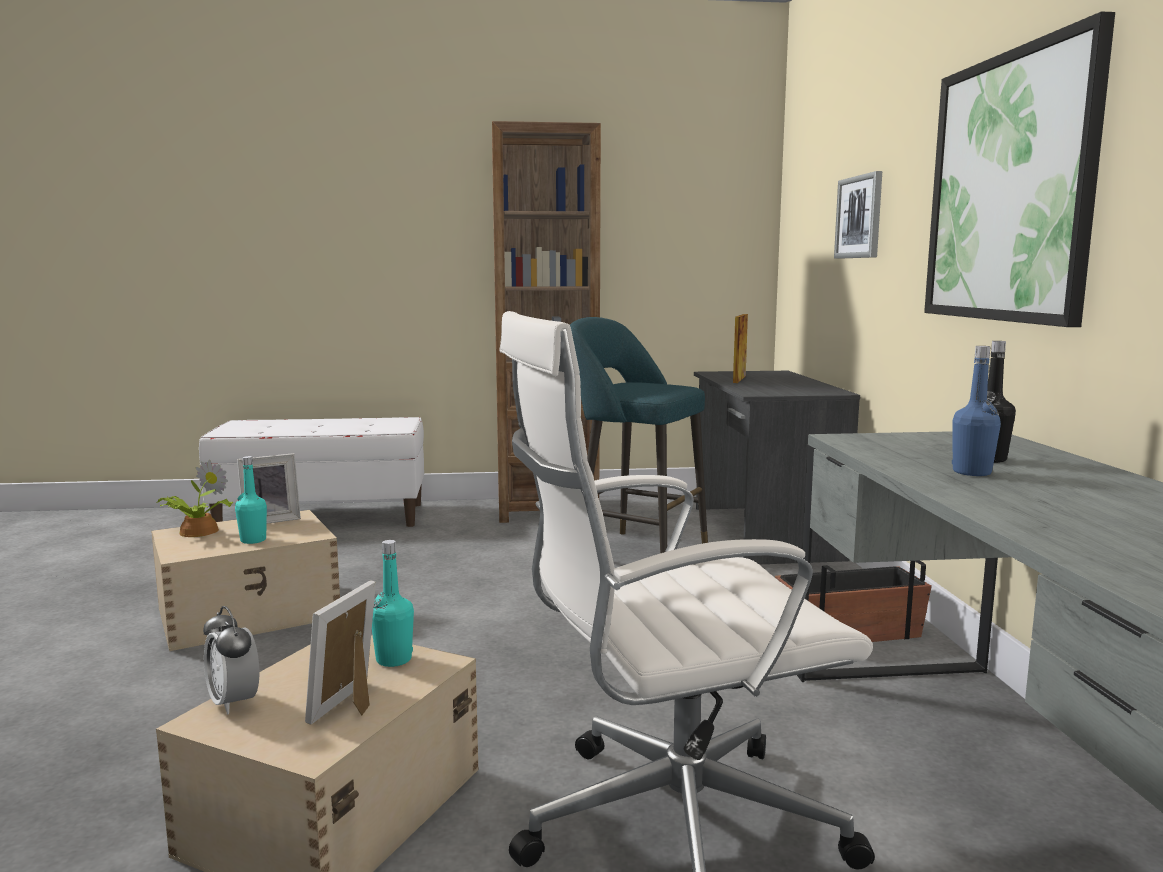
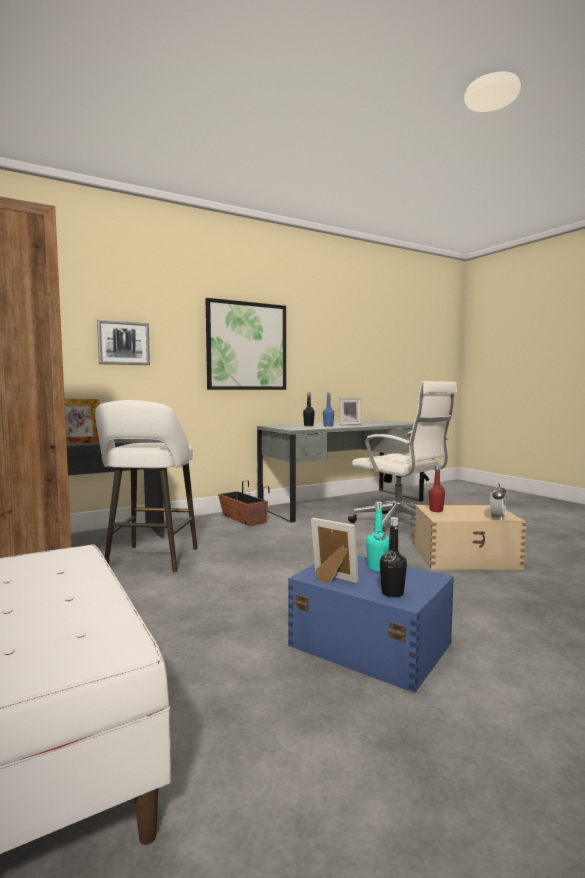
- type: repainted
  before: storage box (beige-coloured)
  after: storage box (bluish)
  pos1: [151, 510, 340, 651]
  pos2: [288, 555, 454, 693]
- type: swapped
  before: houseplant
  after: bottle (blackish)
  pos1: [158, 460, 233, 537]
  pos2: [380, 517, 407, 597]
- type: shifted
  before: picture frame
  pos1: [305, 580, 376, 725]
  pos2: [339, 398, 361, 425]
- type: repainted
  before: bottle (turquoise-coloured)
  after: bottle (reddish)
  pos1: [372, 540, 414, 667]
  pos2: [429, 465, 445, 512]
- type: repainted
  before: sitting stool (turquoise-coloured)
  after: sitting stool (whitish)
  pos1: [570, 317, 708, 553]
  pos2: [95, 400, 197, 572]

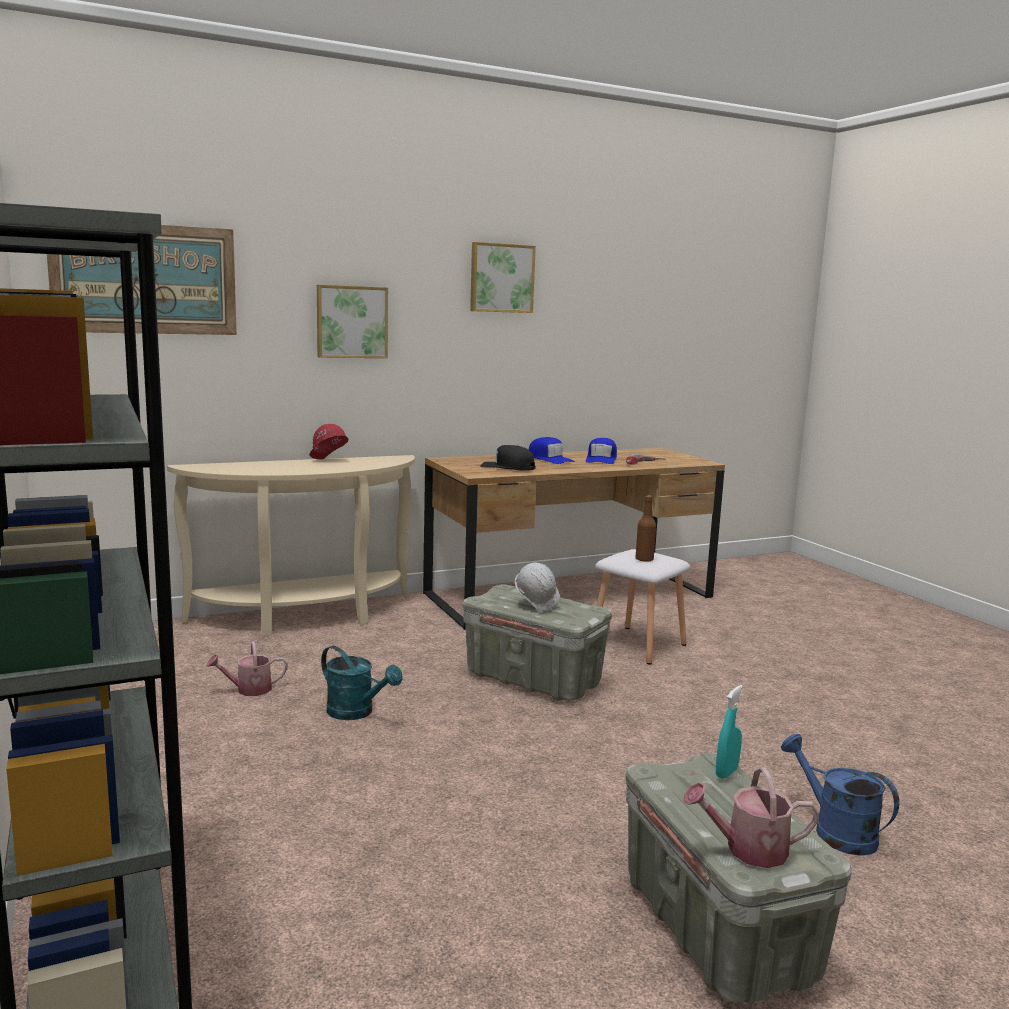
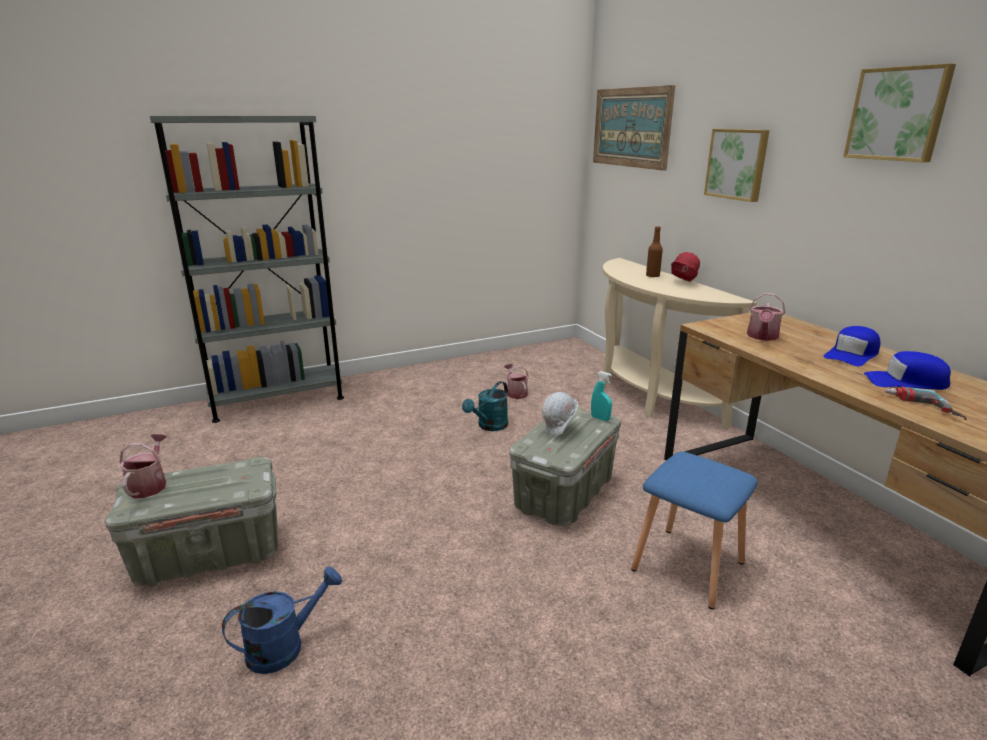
- type: swapped
  before: peaked cap (blackish)
  after: watering pot
  pos1: [480, 445, 535, 471]
  pos2: [747, 293, 785, 341]
- type: repainted
  before: sitting stool (whitish)
  after: sitting stool (bluish)
  pos1: [595, 549, 690, 665]
  pos2: [631, 452, 758, 609]
- type: shifted
  before: bottle (brown-coloured)
  pos1: [635, 495, 656, 562]
  pos2: [646, 226, 663, 277]
- type: shifted
  before: spray bottle (turquoise-coloured)
  pos1: [716, 685, 743, 779]
  pos2: [591, 371, 612, 421]

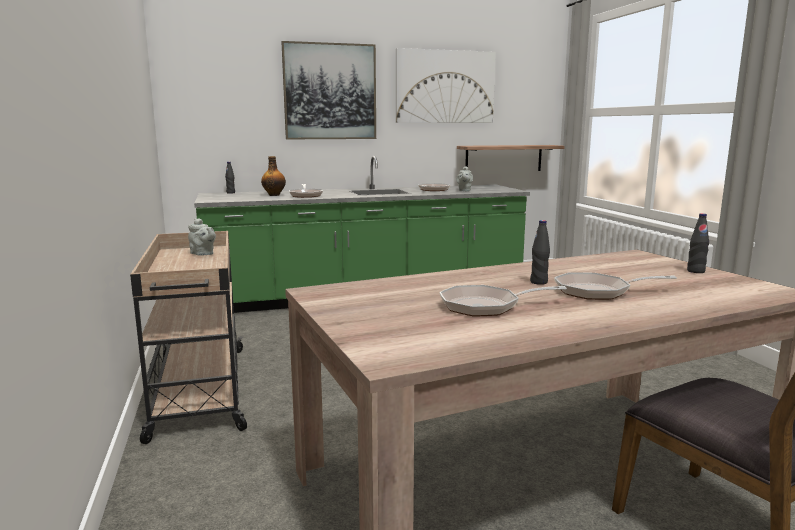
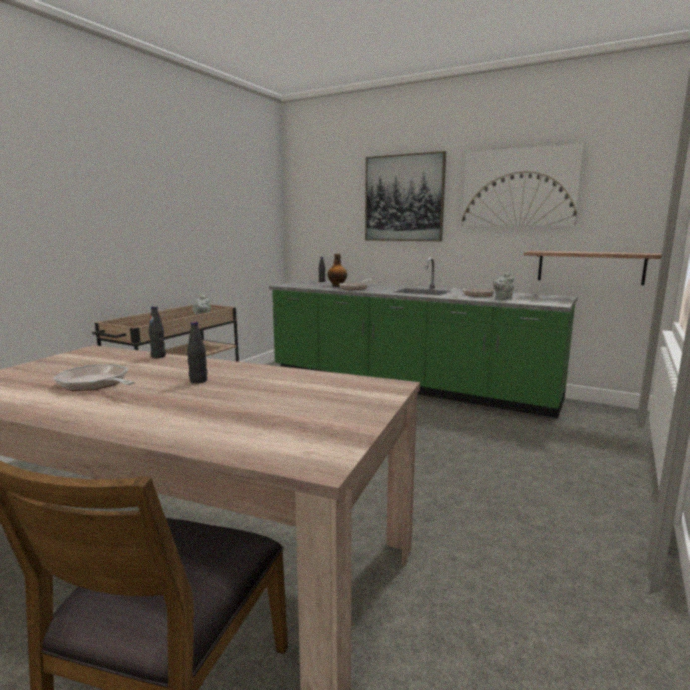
- type: gone
  before: skillet
  pos1: [554, 273, 677, 300]
- type: shifted
  before: bottle (blackish)
  pos1: [687, 213, 709, 273]
  pos2: [148, 306, 166, 358]

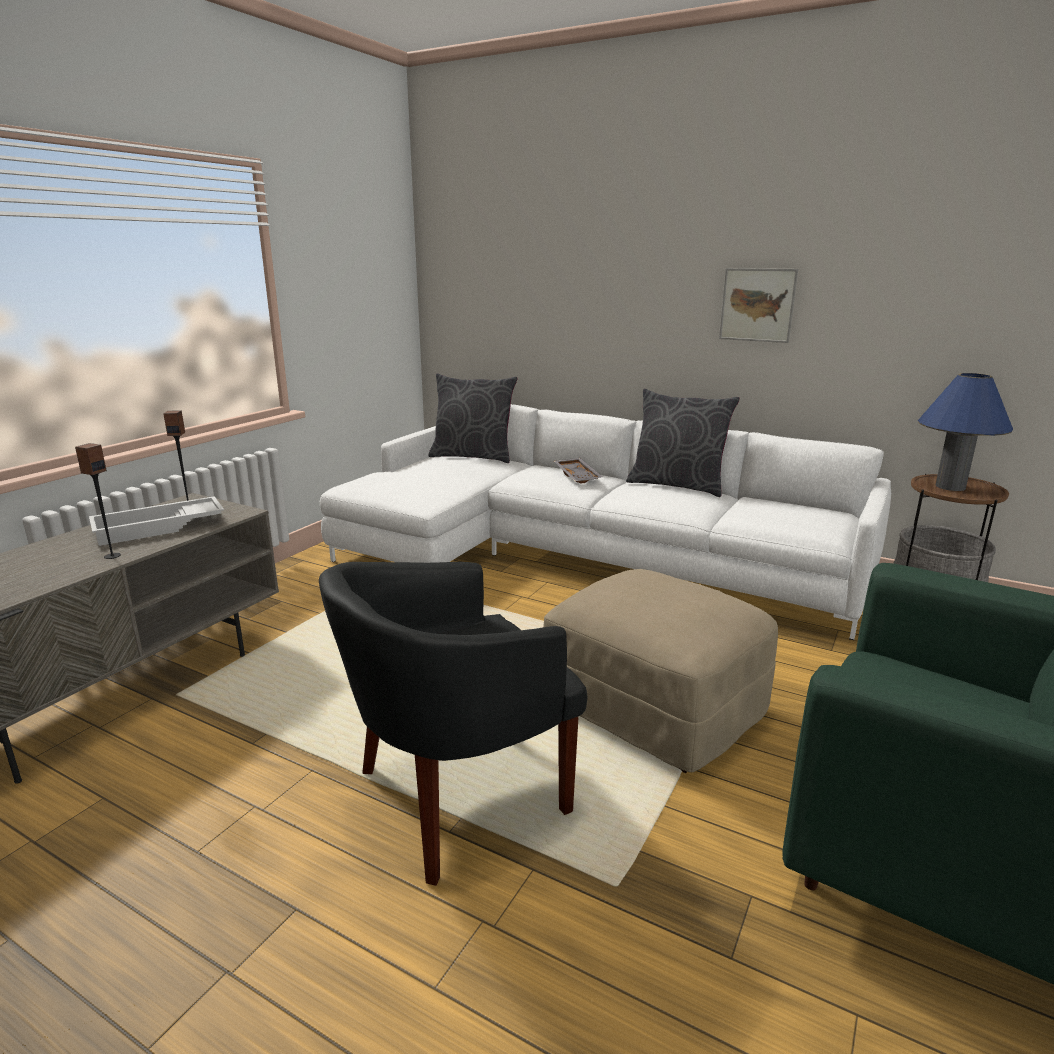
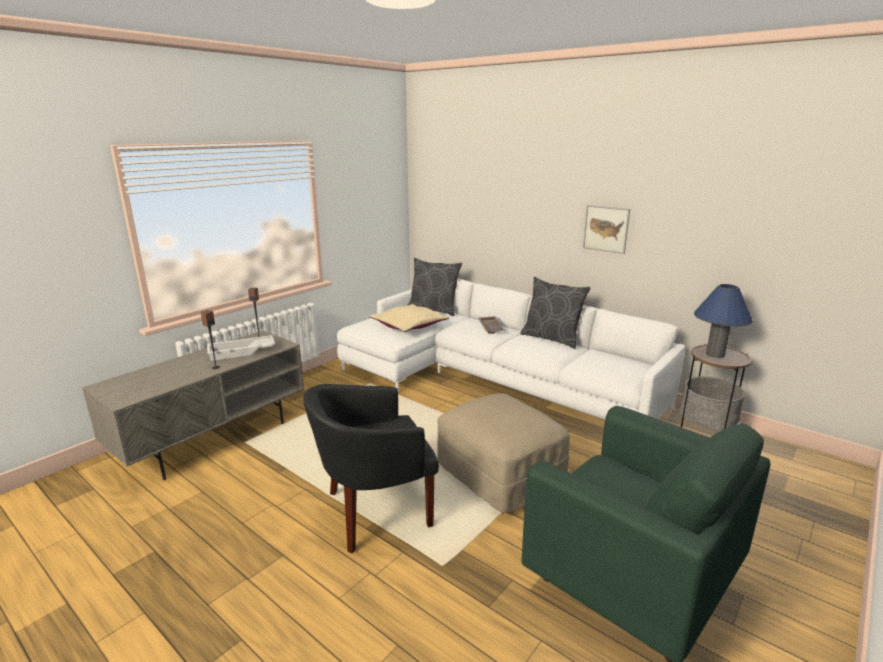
- type: new
  after: cushion (beige-coloured)
  pos2: [369, 304, 449, 332]

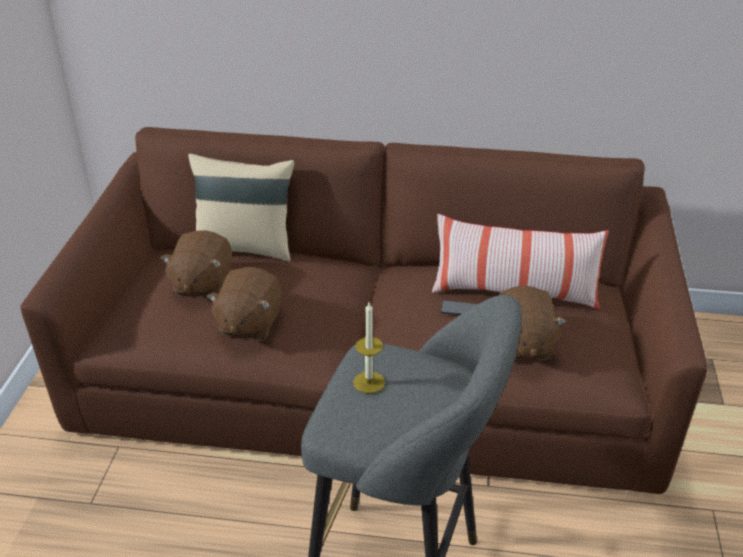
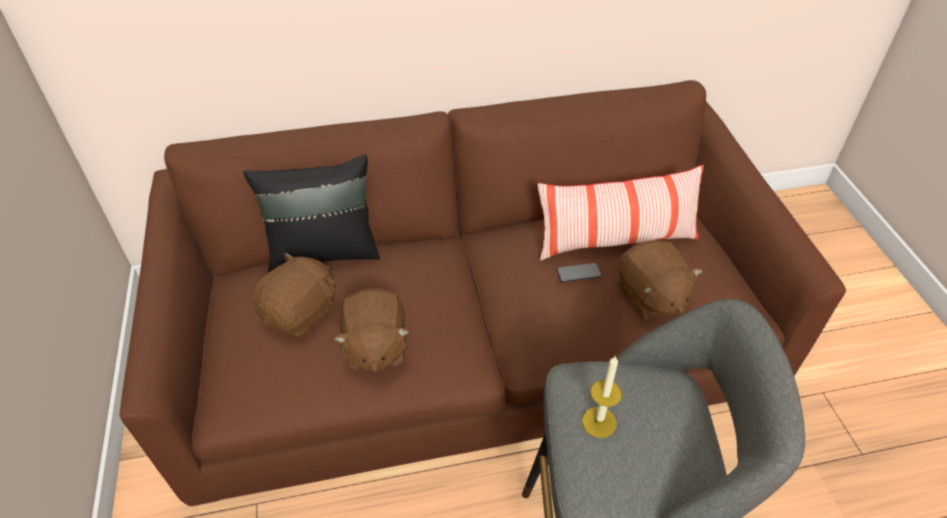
- type: rotated
  before: soft toy (brown-coloured)
  pos1: [161, 230, 232, 299]
  pos2: [252, 252, 336, 337]
  turn: -135
- type: repainted
  before: cushion (beige-coloured)
  after: cushion (blackish)
  pos1: [188, 153, 294, 262]
  pos2: [243, 155, 380, 273]

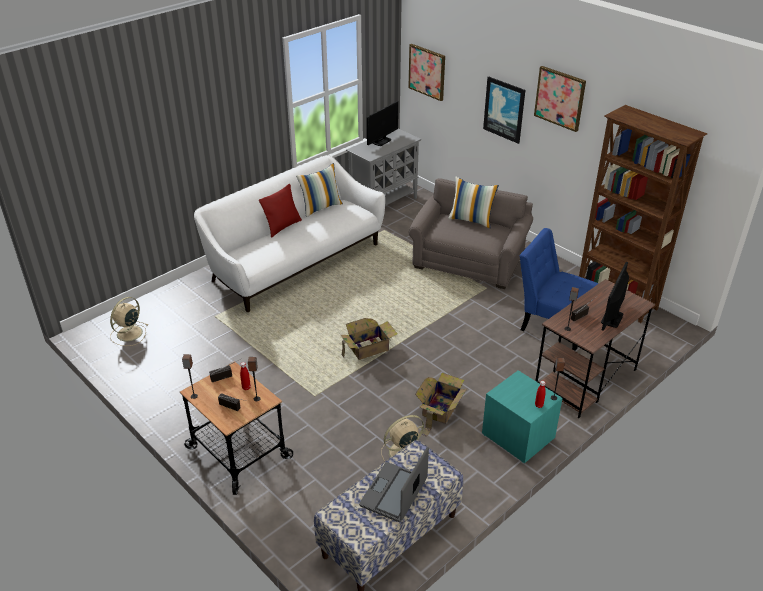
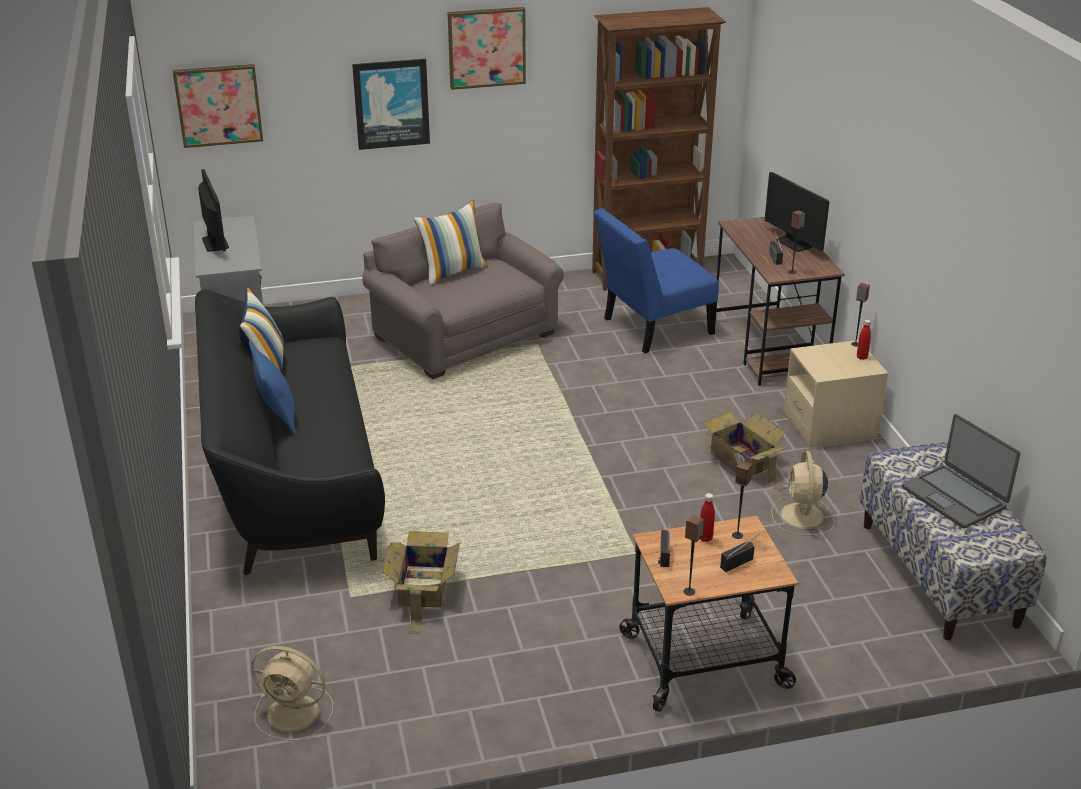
- type: rotated
  before: electric fan (beige-coloured)
  pos1: [110, 297, 148, 346]
  pos2: [251, 646, 333, 741]
  turn: -45
- type: repainted
  before: settee (whitish)
  after: settee (blackish)
  pos1: [194, 155, 385, 312]
  pos2: [195, 289, 385, 575]
- type: repainted
  before: cushion (reddish)
  after: cushion (bluish)
  pos1: [259, 184, 302, 238]
  pos2: [249, 340, 297, 436]
- type: shifted
  before: packing box
  pos1: [341, 318, 398, 360]
  pos2: [381, 531, 460, 634]
- type: repainted
  before: bedside table (turquoise-coloured)
  after: bedside table (beige-coloured)
  pos1: [482, 370, 563, 463]
  pos2: [784, 340, 888, 447]

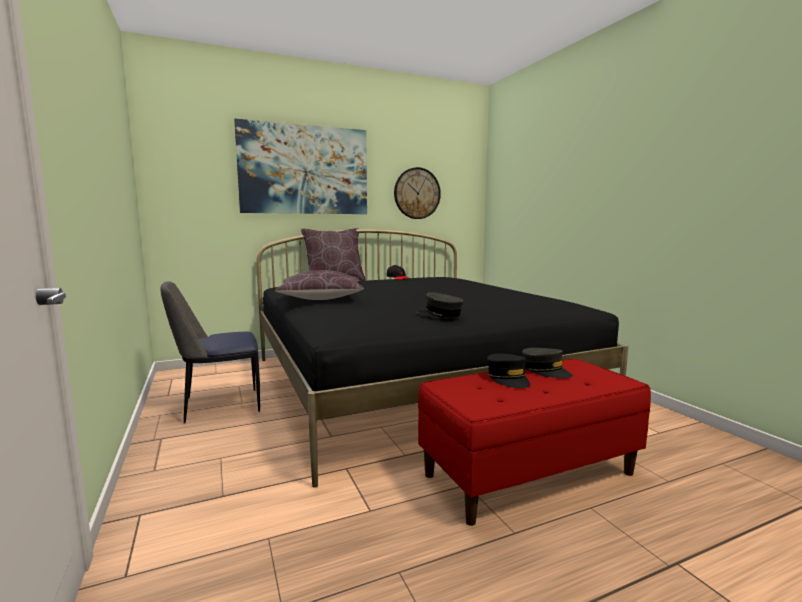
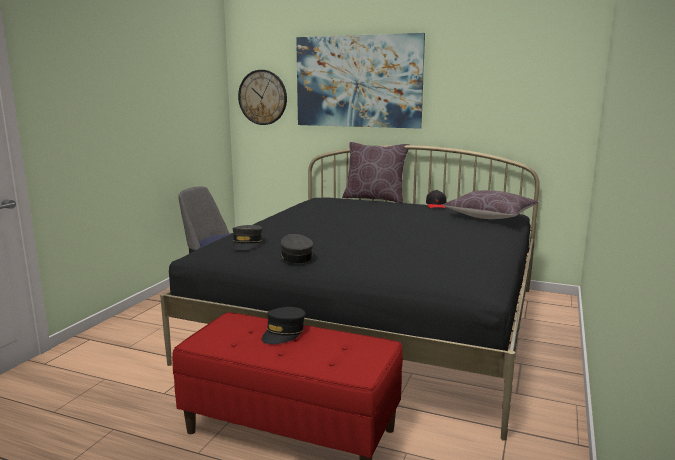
- type: shifted
  before: cushion (brown-coloured)
  pos1: [275, 270, 364, 300]
  pos2: [443, 190, 539, 219]
- type: shifted
  before: wall clock
  pos1: [394, 167, 441, 219]
  pos2: [238, 70, 287, 125]
- type: shifted
  before: peaked cap (greyish)
  pos1: [522, 348, 573, 378]
  pos2: [232, 225, 262, 250]

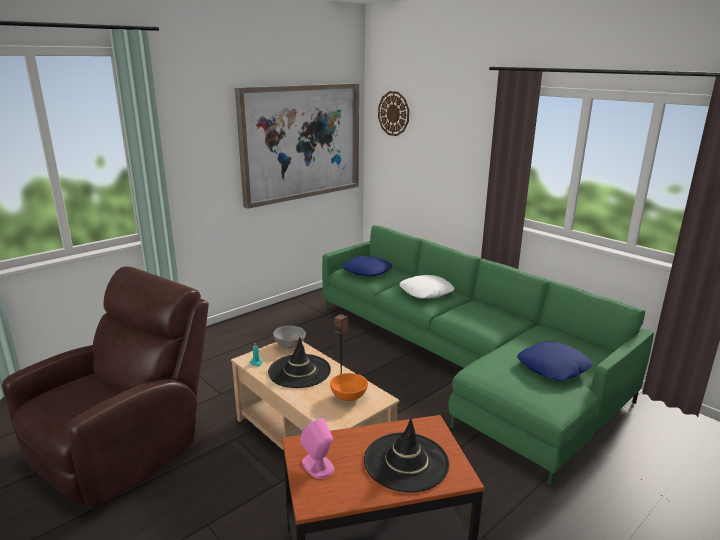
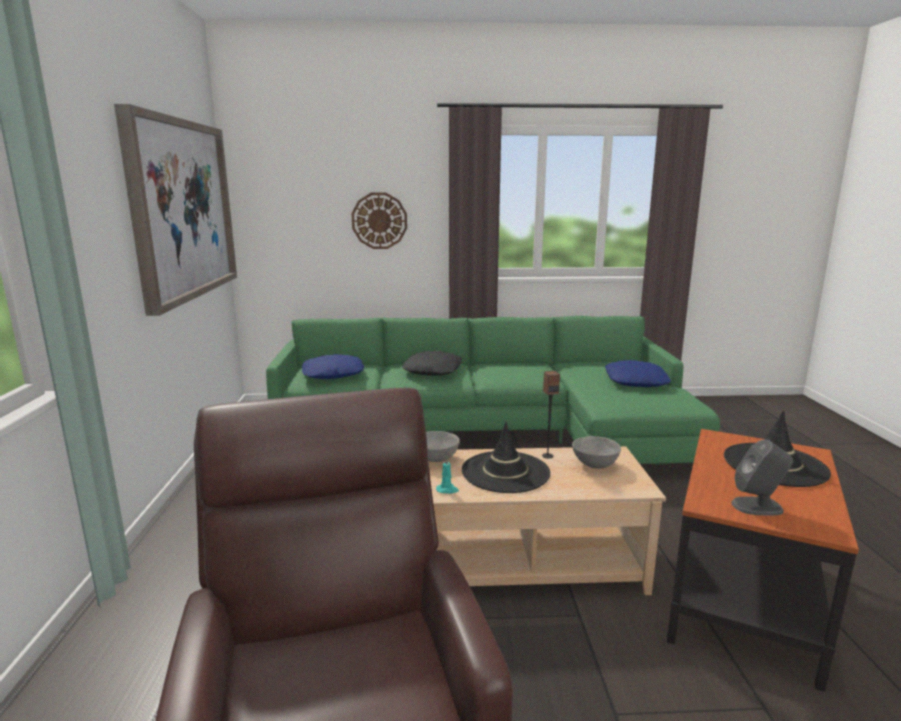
- type: repainted
  before: loudspeaker (pink)
  after: loudspeaker (greyish)
  pos1: [300, 418, 335, 479]
  pos2: [731, 439, 793, 516]
- type: repainted
  before: serving bowl (orange-coloured)
  after: serving bowl (greyish)
  pos1: [330, 373, 368, 401]
  pos2: [572, 436, 621, 469]
- type: shifted
  before: wall clock
  pos1: [378, 91, 409, 136]
  pos2: [352, 193, 407, 249]
- type: repainted
  before: cushion (whitish)
  after: cushion (blackish)
  pos1: [399, 275, 454, 299]
  pos2: [402, 351, 462, 376]

